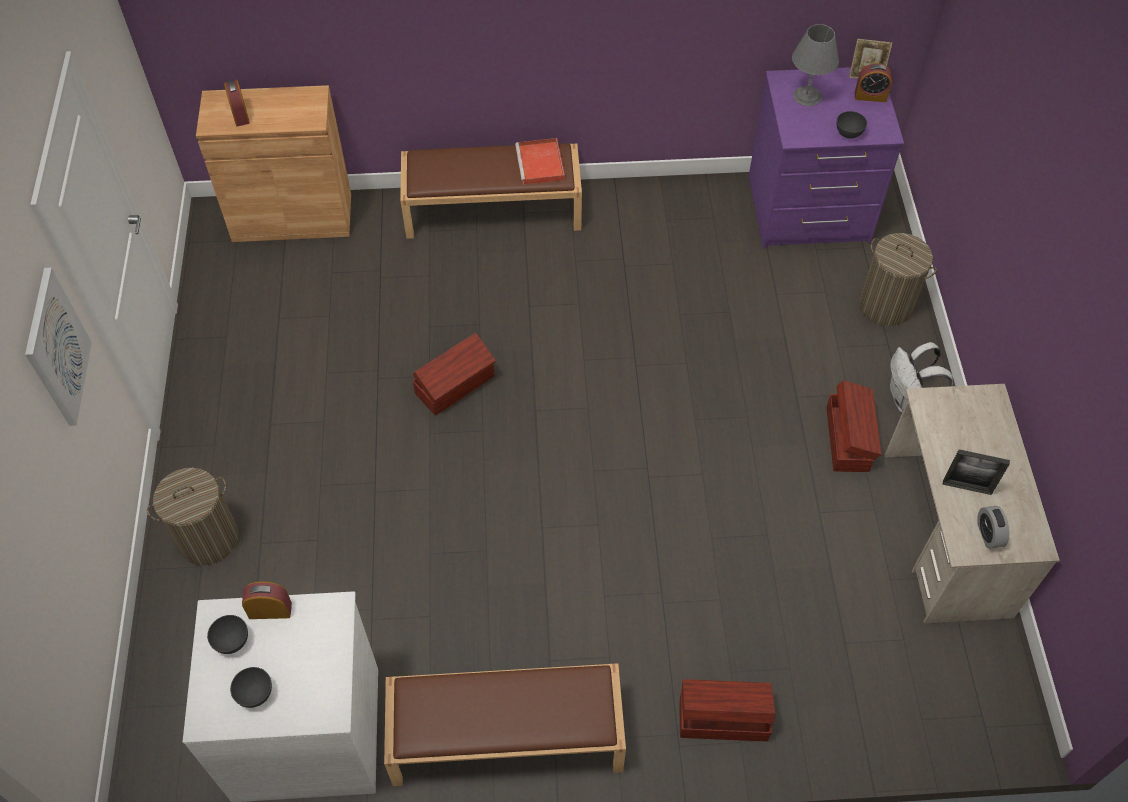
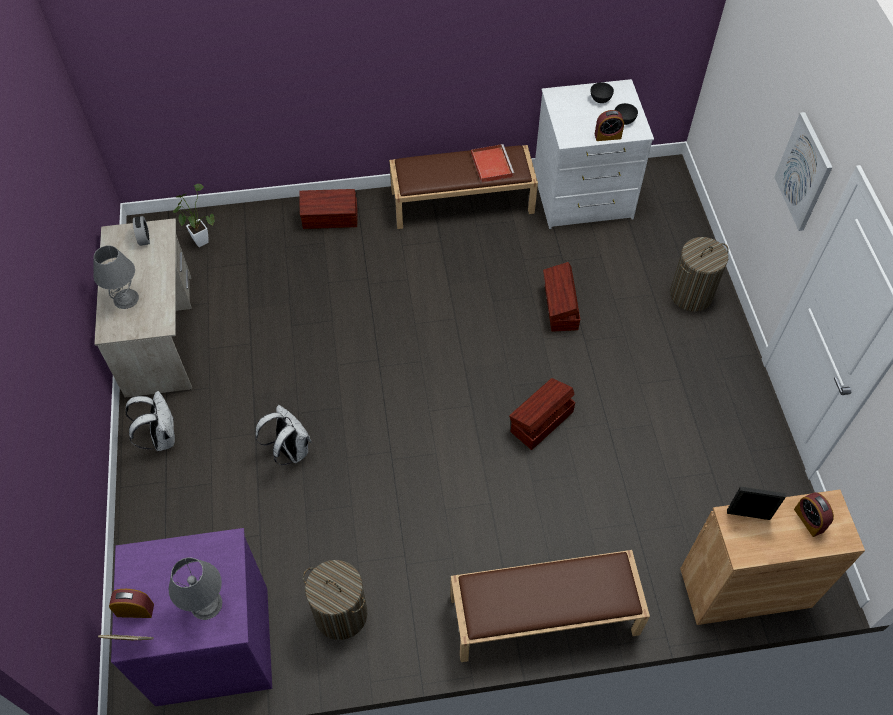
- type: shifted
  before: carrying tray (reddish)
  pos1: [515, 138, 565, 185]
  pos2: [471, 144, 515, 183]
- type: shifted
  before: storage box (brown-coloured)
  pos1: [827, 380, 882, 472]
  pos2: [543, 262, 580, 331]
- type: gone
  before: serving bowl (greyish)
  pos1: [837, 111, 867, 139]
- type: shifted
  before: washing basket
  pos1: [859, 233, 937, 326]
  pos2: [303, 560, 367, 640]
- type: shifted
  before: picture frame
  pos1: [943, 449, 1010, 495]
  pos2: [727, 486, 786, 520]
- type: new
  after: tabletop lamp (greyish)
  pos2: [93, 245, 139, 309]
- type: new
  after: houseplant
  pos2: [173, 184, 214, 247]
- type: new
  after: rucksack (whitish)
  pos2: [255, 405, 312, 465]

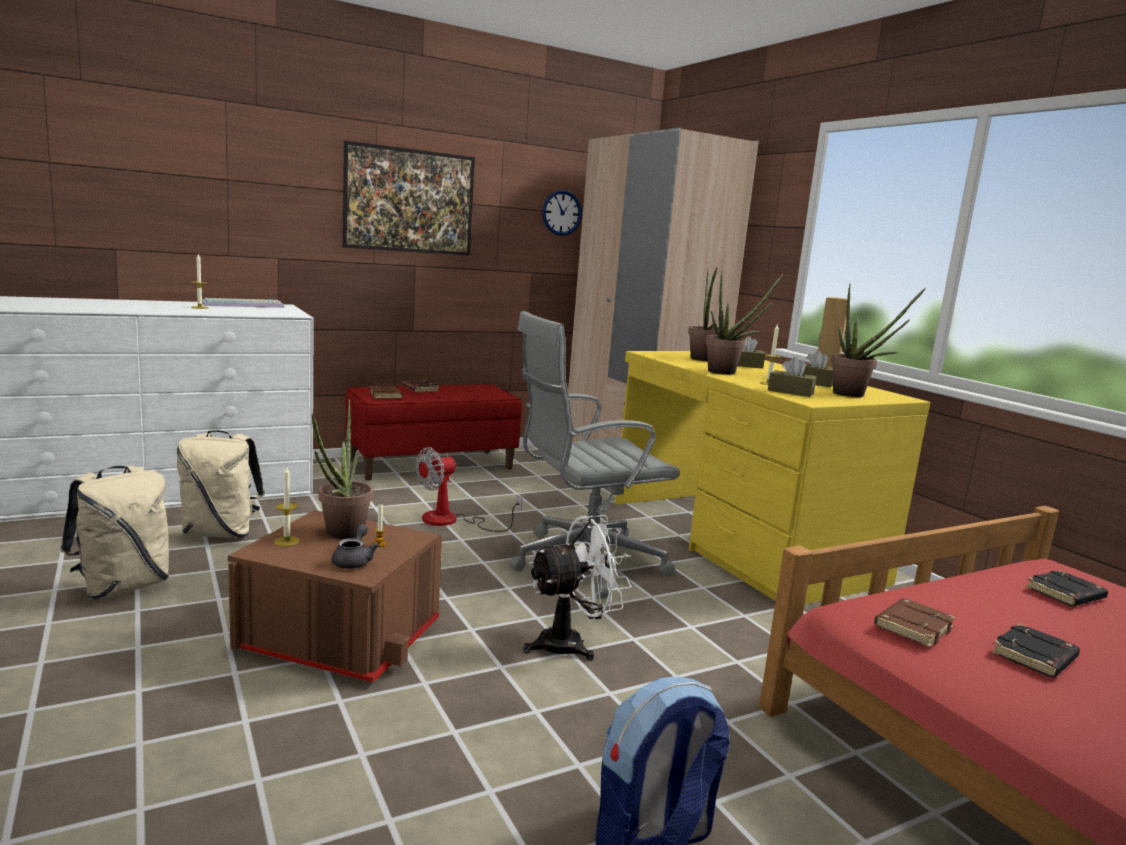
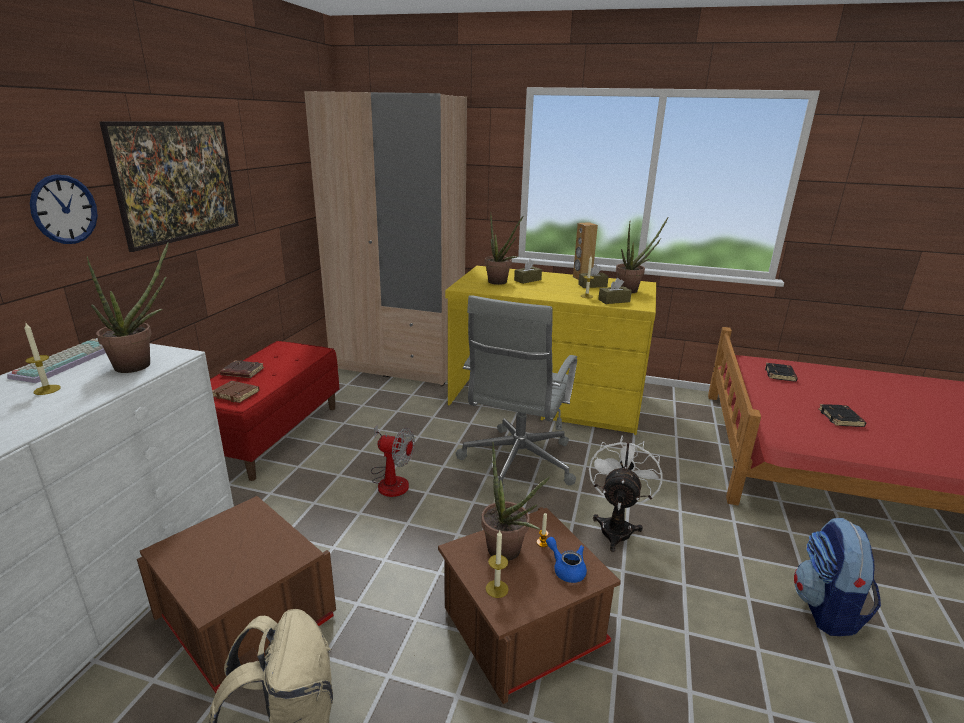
- type: swapped
  before: rucksack (beige-coloured)
  after: storage box (brown-coloured)
  pos1: [176, 430, 265, 538]
  pos2: [137, 496, 336, 693]
- type: repainted
  before: pot for tea (greyish)
  after: pot for tea (bluish)
  pos1: [332, 524, 379, 569]
  pos2: [546, 537, 587, 583]
- type: rotated
  before: electric fan
  pos1: [415, 447, 522, 532]
  pos2: [371, 425, 415, 497]
  turn: -75
- type: shifted
  before: wall clock
  pos1: [542, 190, 582, 236]
  pos2: [30, 174, 98, 244]
- type: shifted
  before: houseplant
  pos1: [705, 271, 784, 375]
  pos2: [87, 242, 169, 373]
- type: gone
  before: bound book (brown-coloured)
  pos1: [874, 598, 956, 648]

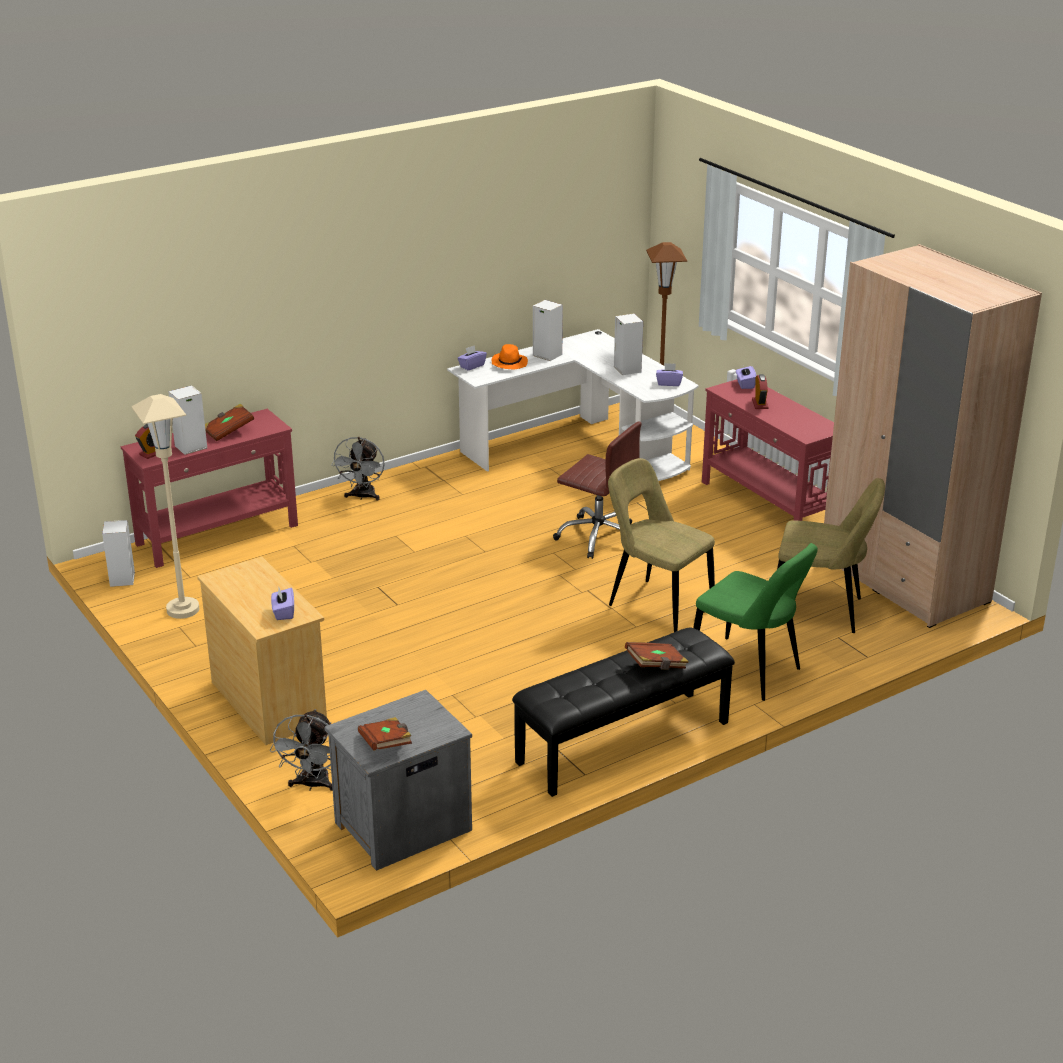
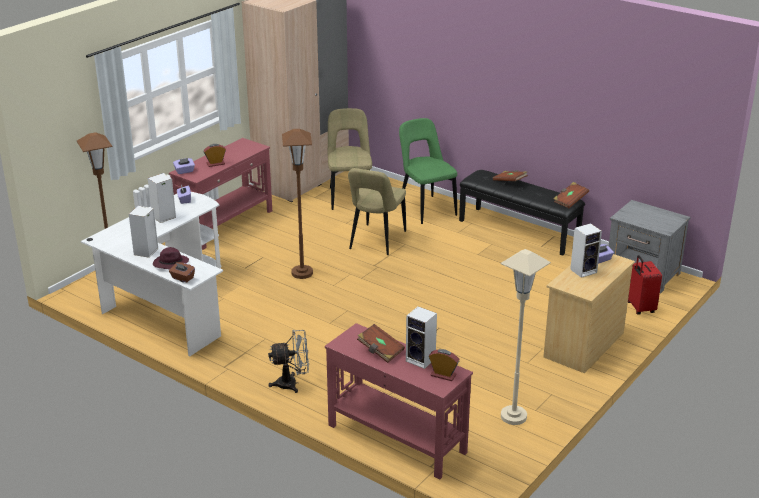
- type: shifted
  before: loudspeaker
  pos1: [102, 520, 135, 587]
  pos2: [570, 223, 602, 278]
- type: swapped
  before: electric fan (greyish)
  after: piece of luggage (reddish)
  pos1: [270, 709, 333, 791]
  pos2: [628, 255, 662, 315]
- type: shifted
  before: bound book (brown-coloured)
  pos1: [358, 717, 412, 751]
  pos2: [553, 182, 589, 208]
- type: repainted
  before: tissue box (purple)
  after: tissue box (brown-coloured)
  pos1: [457, 345, 487, 370]
  pos2: [169, 262, 195, 282]
- type: repainted
  before: clothing hat (orange-coloured)
  after: clothing hat (purple)
  pos1: [492, 344, 528, 369]
  pos2: [153, 247, 189, 269]
- type: swapped
  before: desk chair (brown-coloured)
  after: floor lamp (brown-coloured)
  pos1: [553, 421, 642, 559]
  pos2: [282, 129, 313, 279]
- type: rotated
  before: plain chair (green-coloured)
  pos1: [693, 543, 818, 701]
  pos2: [399, 118, 457, 224]
  turn: -45

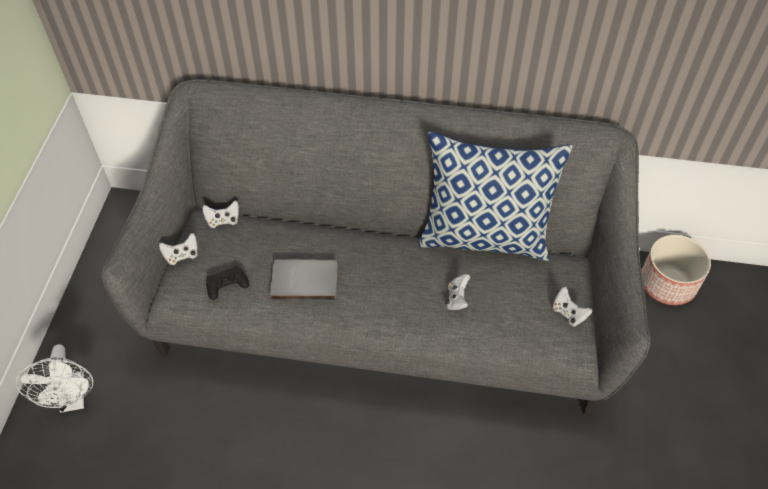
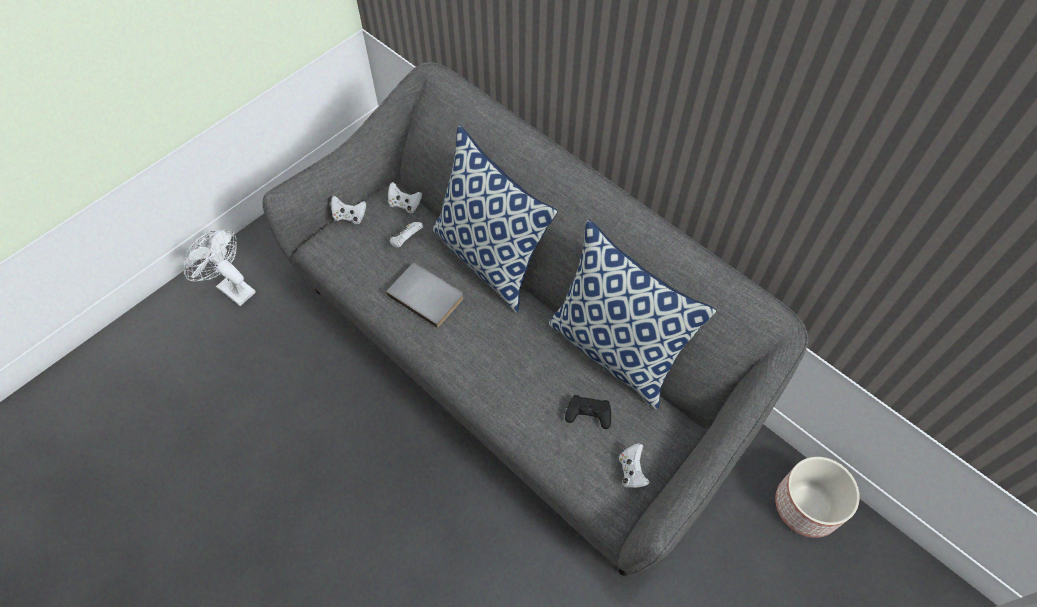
- type: rotated
  before: electric fan (whitish)
  pos1: [16, 344, 93, 413]
  pos2: [184, 229, 256, 306]
  turn: 105
- type: shifted
  before: game controller (blackish)
  pos1: [206, 266, 249, 300]
  pos2: [565, 395, 611, 429]
- type: shifted
  before: game controller (whitish)
  pos1: [446, 274, 470, 310]
  pos2: [389, 222, 424, 248]
- type: new
  after: cushion
  pos2: [433, 125, 557, 312]

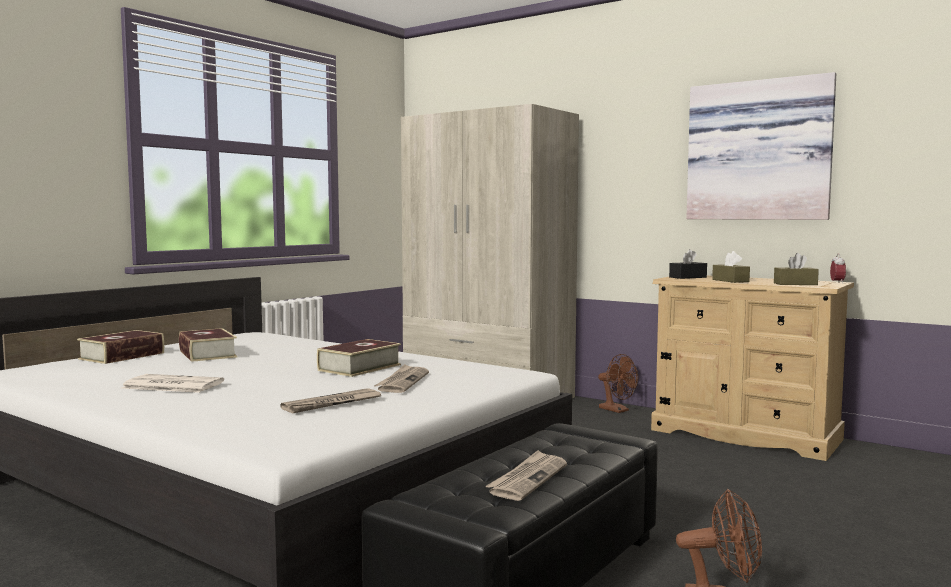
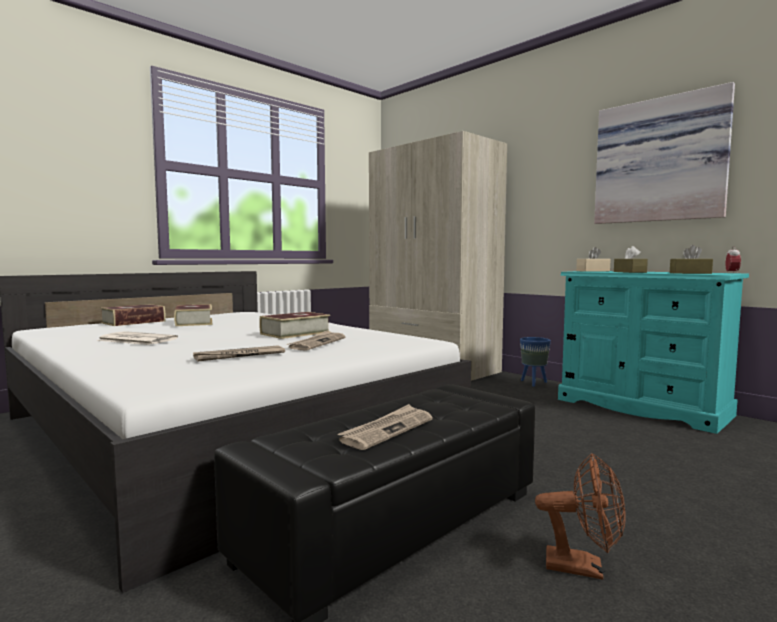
- type: swapped
  before: electric fan (brown-coloured)
  after: plant pot (bluish)
  pos1: [598, 354, 638, 413]
  pos2: [520, 337, 551, 387]
- type: repainted
  before: drawer chest (beige-coloured)
  after: drawer chest (turquoise-coloured)
  pos1: [651, 275, 854, 461]
  pos2: [558, 271, 749, 434]
- type: repainted
  before: tissue box (blackish)
  after: tissue box (beige-coloured)
  pos1: [669, 249, 707, 279]
  pos2: [576, 247, 611, 272]

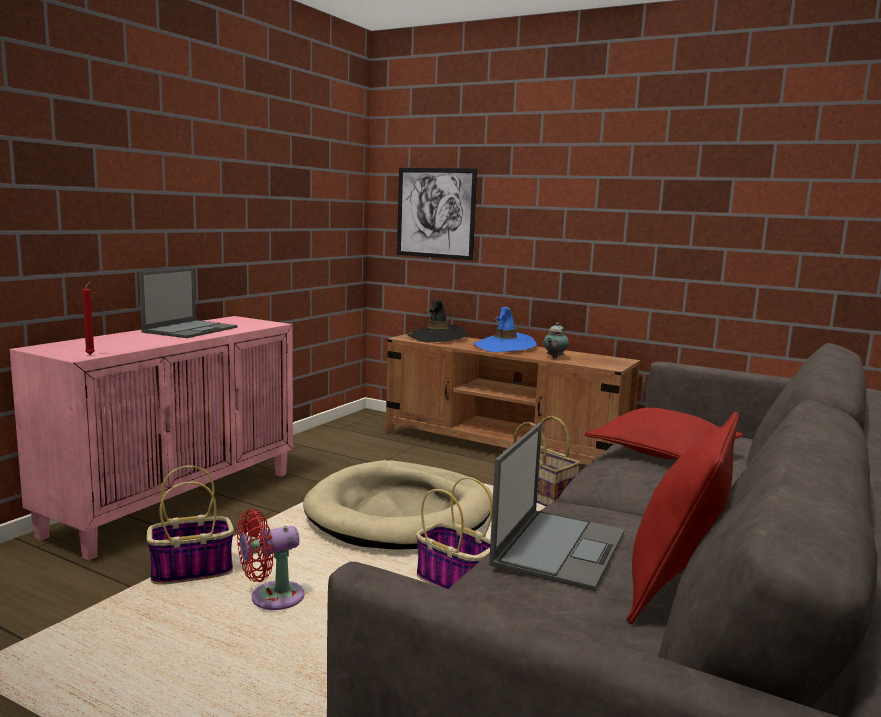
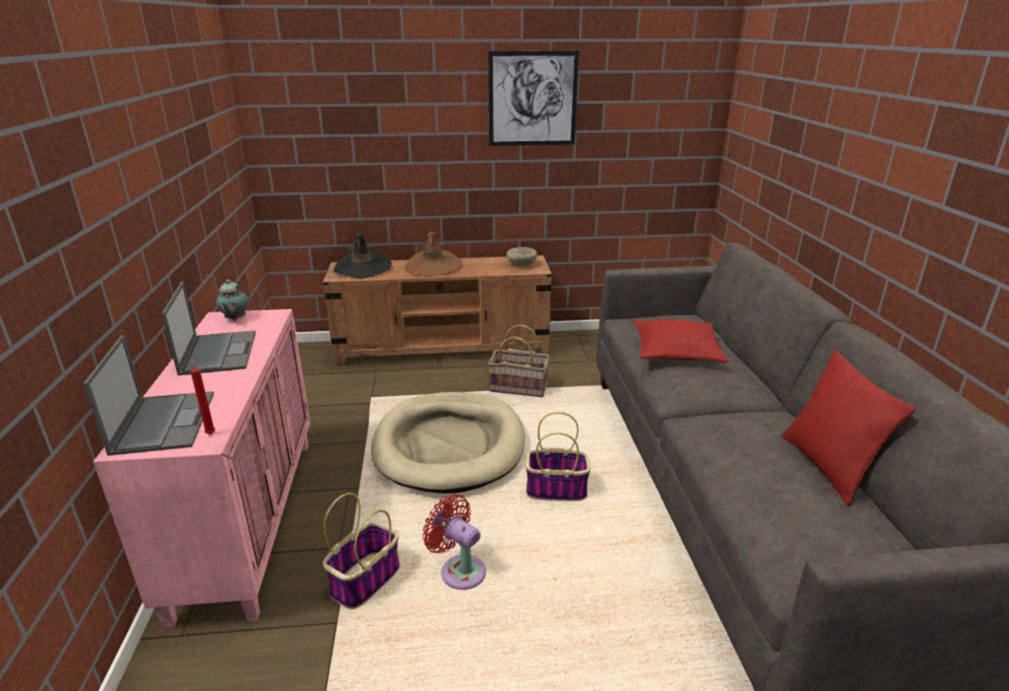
- type: rotated
  before: electric fan (reddish)
  pos1: [237, 509, 305, 610]
  pos2: [422, 494, 486, 590]
  turn: 105
- type: shifted
  before: picture
  pos1: [397, 168, 477, 260]
  pos2: [488, 51, 579, 146]
- type: repainted
  before: clothing hat (bluish)
  after: clothing hat (brown-coloured)
  pos1: [473, 307, 537, 352]
  pos2: [405, 232, 462, 276]
- type: shifted
  before: laptop
  pos1: [489, 423, 625, 591]
  pos2: [83, 335, 214, 456]
- type: shifted
  before: pot for tea
  pos1: [543, 323, 569, 358]
  pos2: [216, 280, 249, 321]
- type: new
  after: serving bowl (beige-coloured)
  pos2: [507, 247, 537, 266]

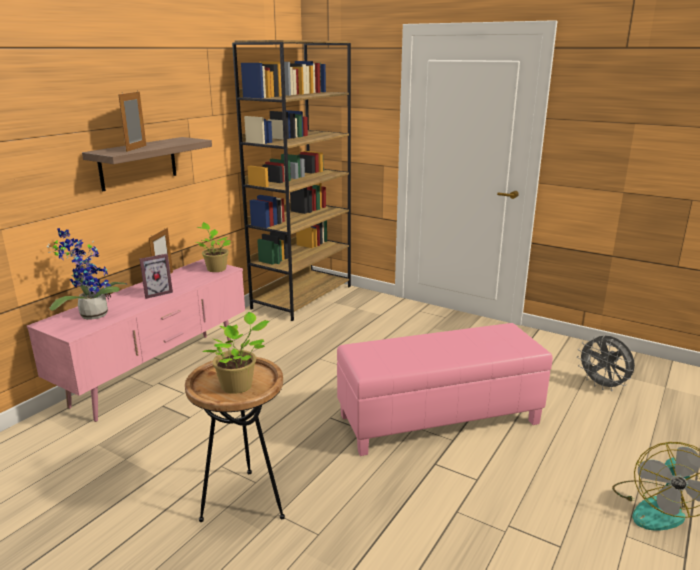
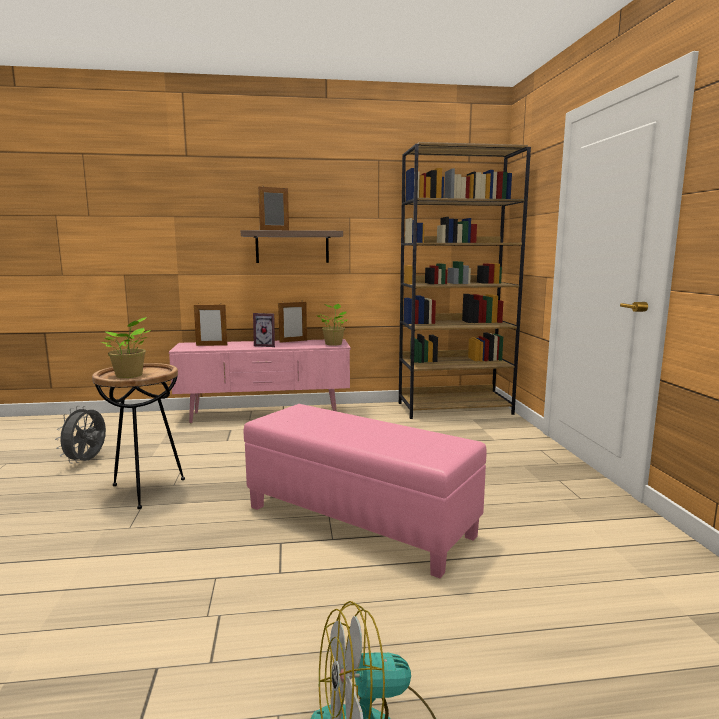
- type: swapped
  before: houseplant
  after: picture frame
  pos1: [46, 228, 127, 320]
  pos2: [194, 303, 227, 346]
- type: shifted
  before: electric fan (greyish)
  pos1: [577, 335, 635, 391]
  pos2: [55, 405, 106, 464]

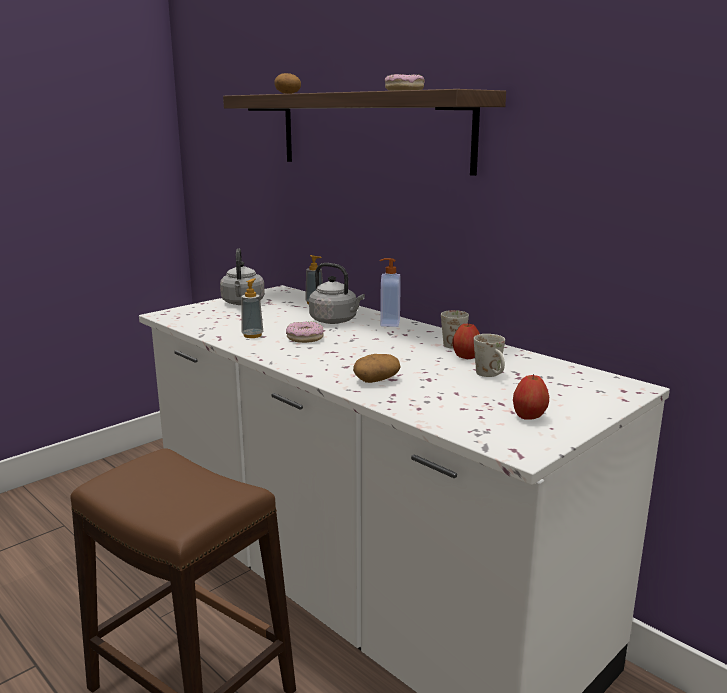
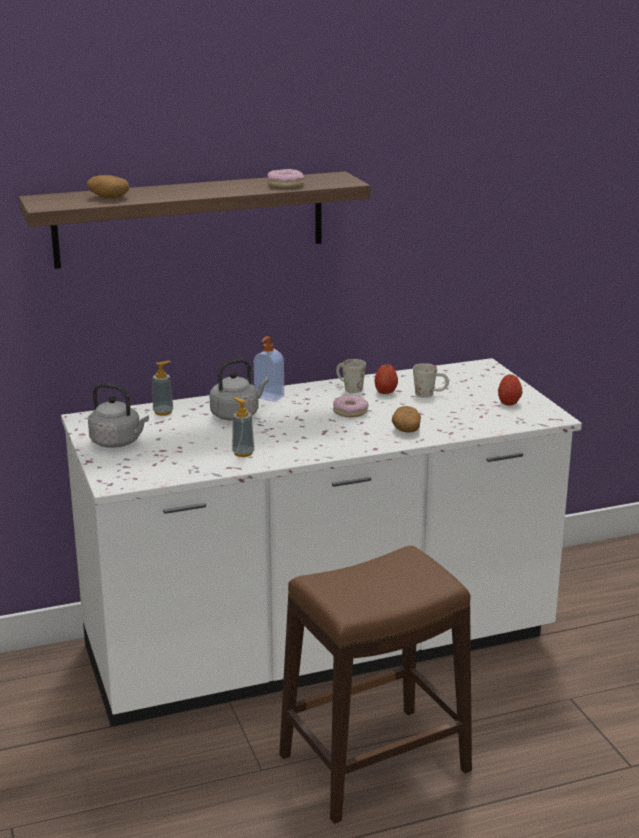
- type: shifted
  before: donut
  pos1: [286, 321, 324, 343]
  pos2: [333, 395, 369, 417]

